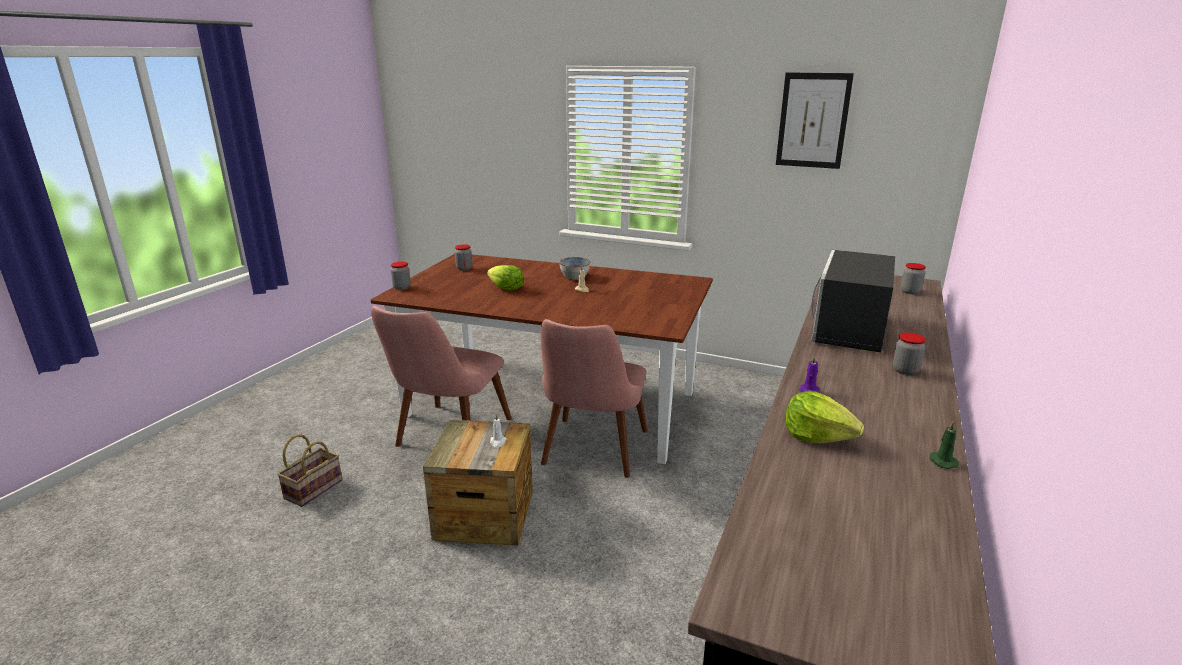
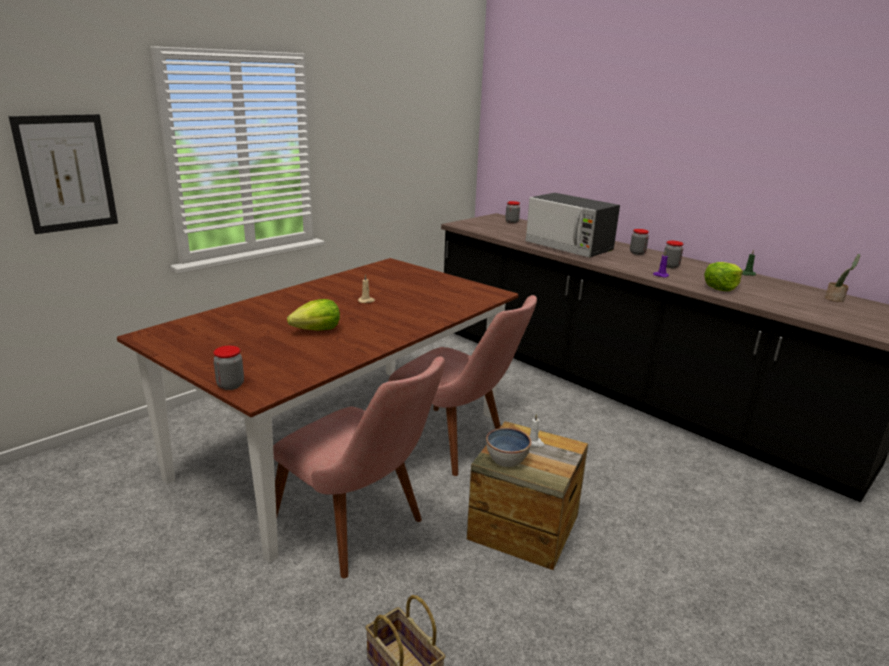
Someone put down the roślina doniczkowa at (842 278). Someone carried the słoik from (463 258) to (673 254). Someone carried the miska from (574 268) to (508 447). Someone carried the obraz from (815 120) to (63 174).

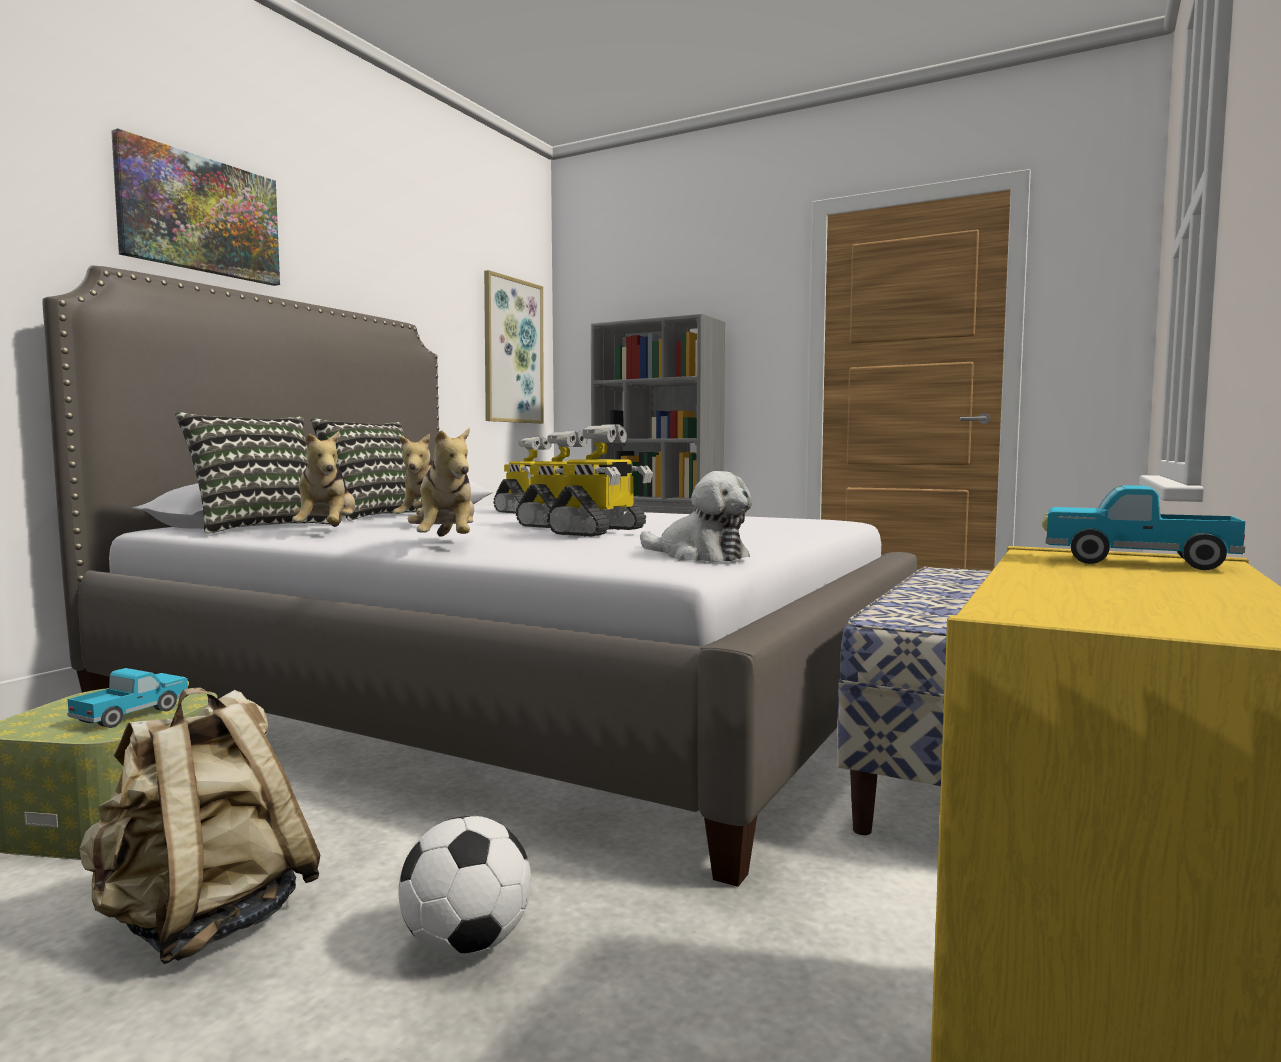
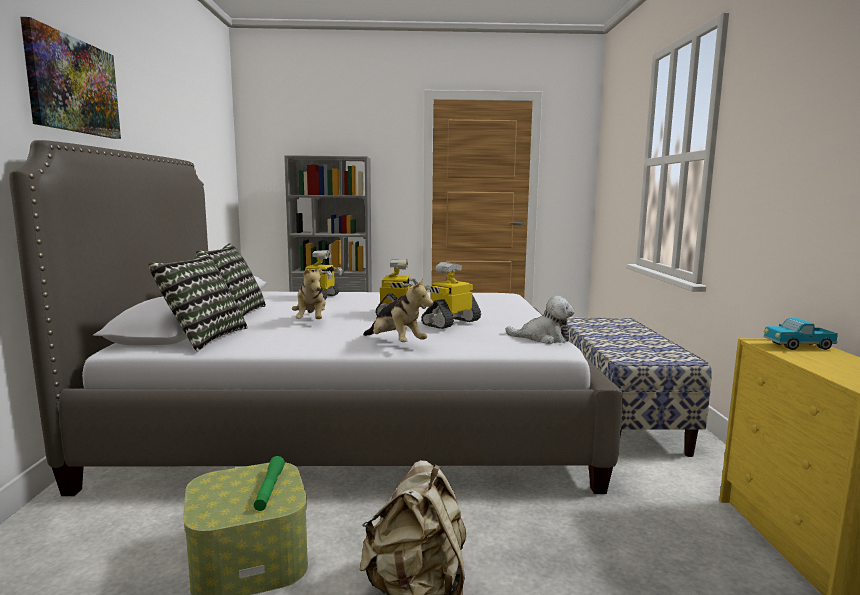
Someone took away the pluszak at (323 479). Someone took away the piłka futbolowa at (465 886). Someone took away the obraz at (514 347). Someone swapped the ciężarówka zabawkowa at (128 698) for the latarka/zielony at (269 483). Someone rotated the robot zabawkowy at (600 480) by 135 degrees counterclockwise.

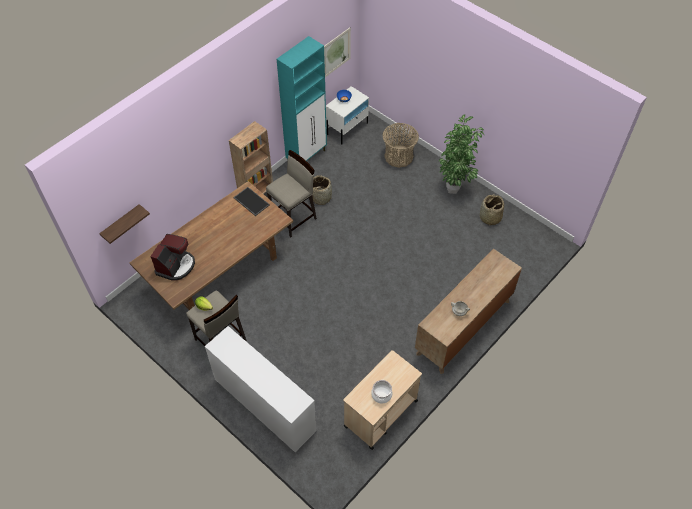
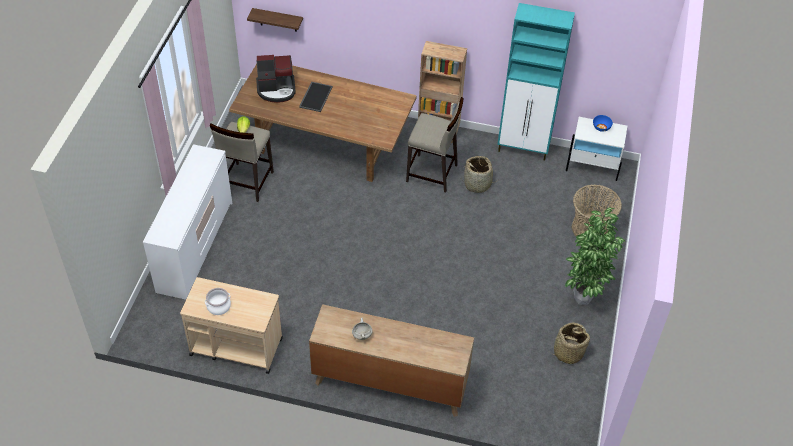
Someone took away the obraz at (337 52). Someone carried the taca from (251 201) to (316 97).

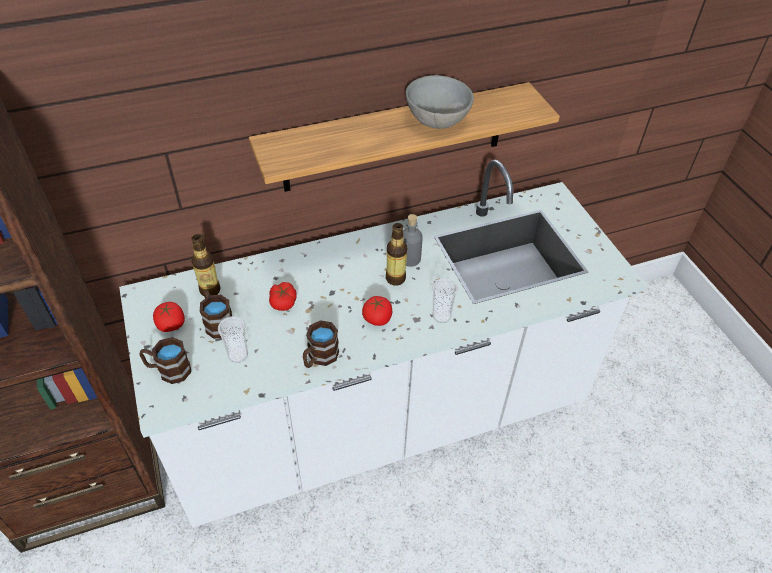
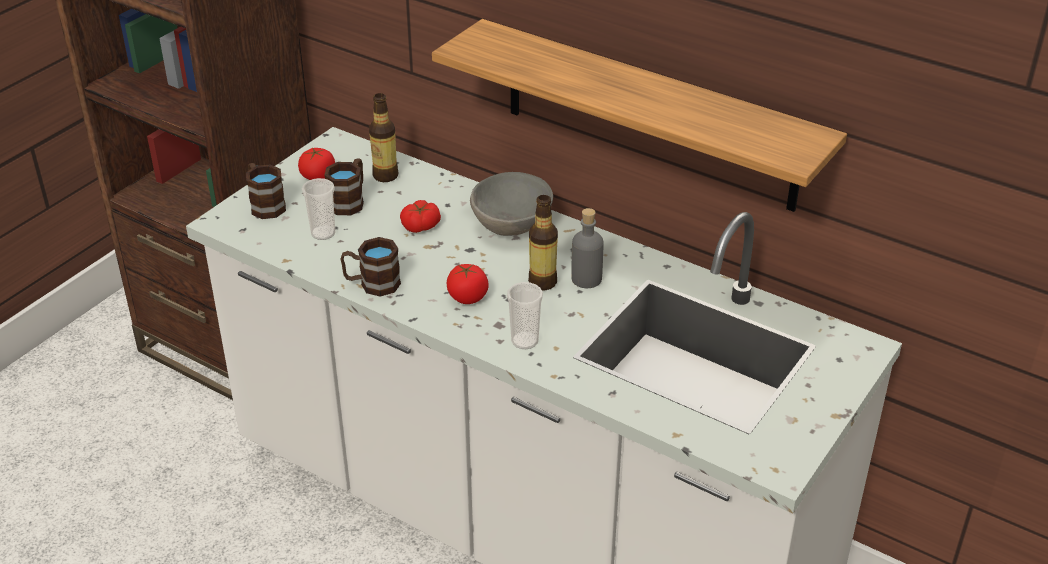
Someone carried the miska/szary from (440 102) to (511 204).

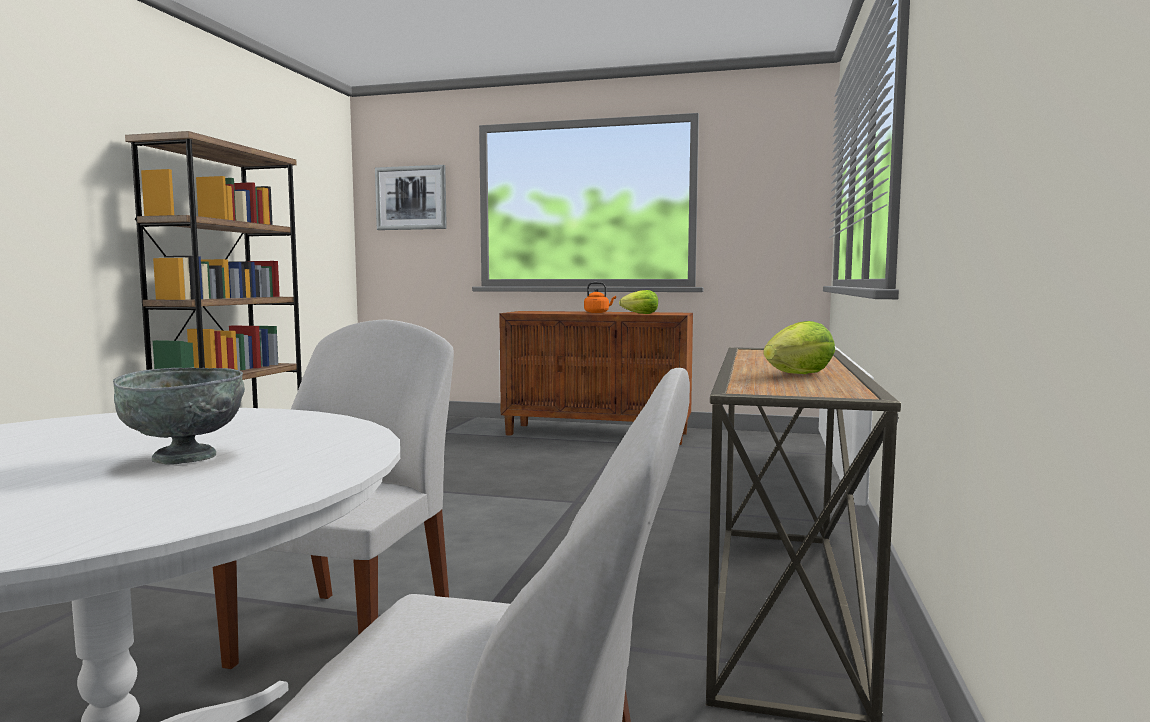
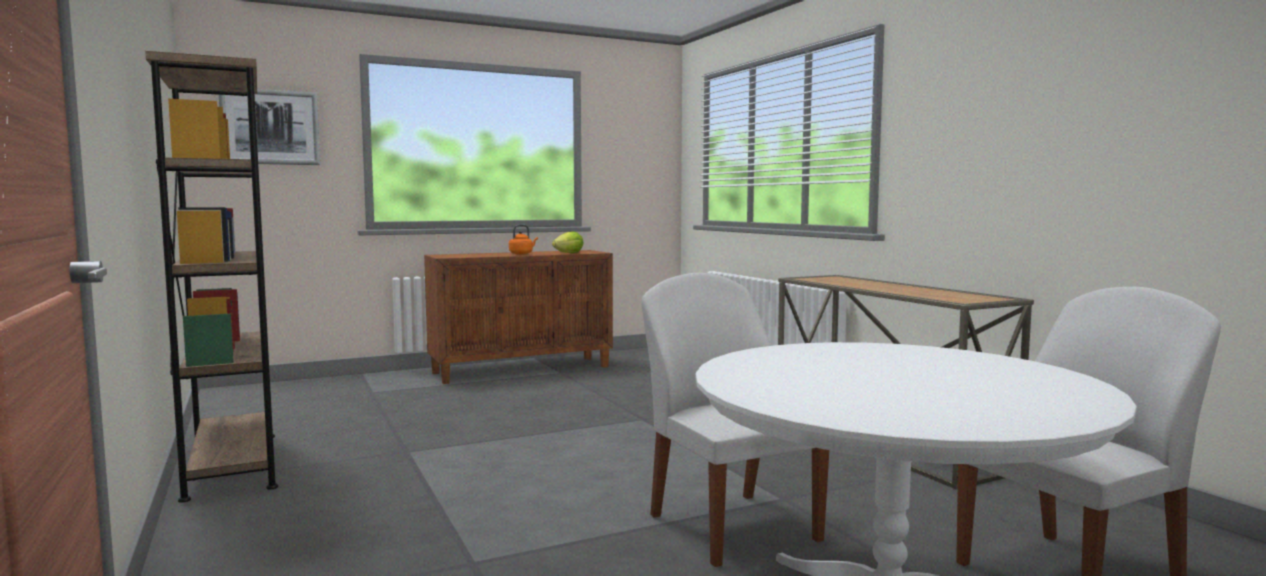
Someone took away the miska/szary at (179 416). Someone took away the sałata at (799 347).

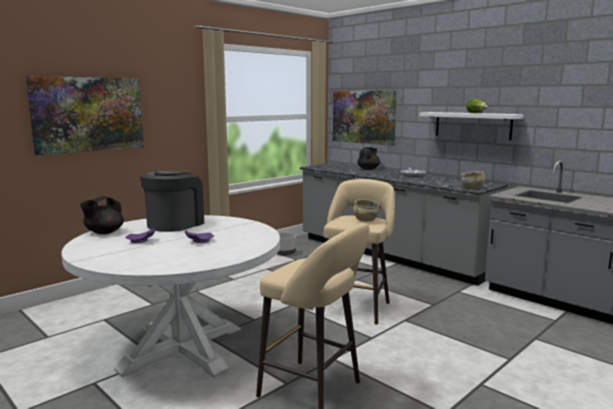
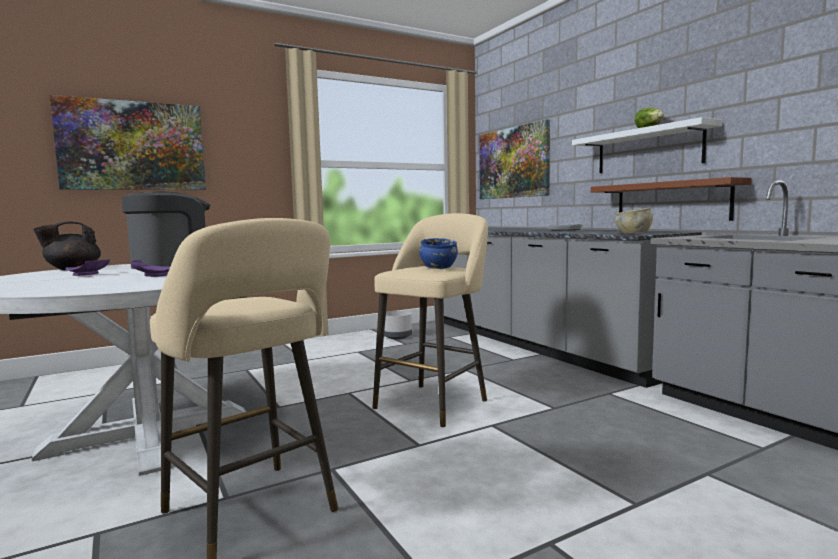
Someone took away the imbryk/czarny at (368 158). Someone put up the półka/brązowy at (671 199). Someone repainted the miska/beżowy at (366 210), which became the miska/niebieski at (438 253).

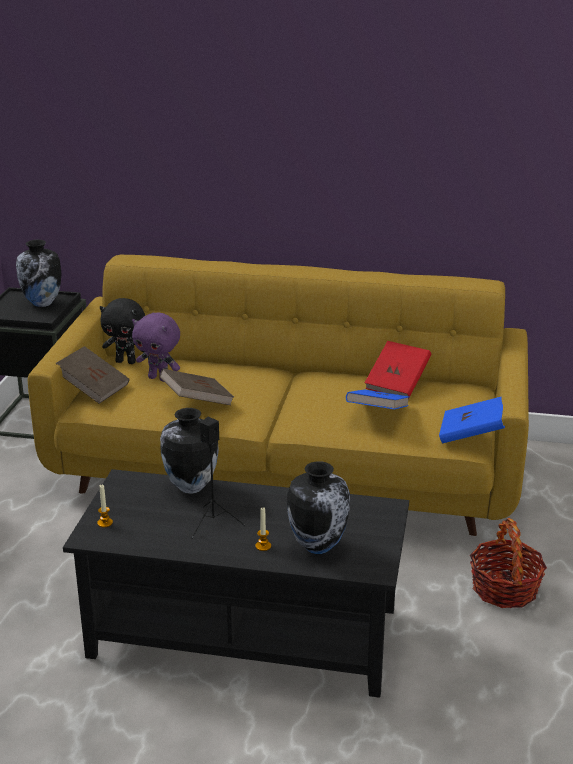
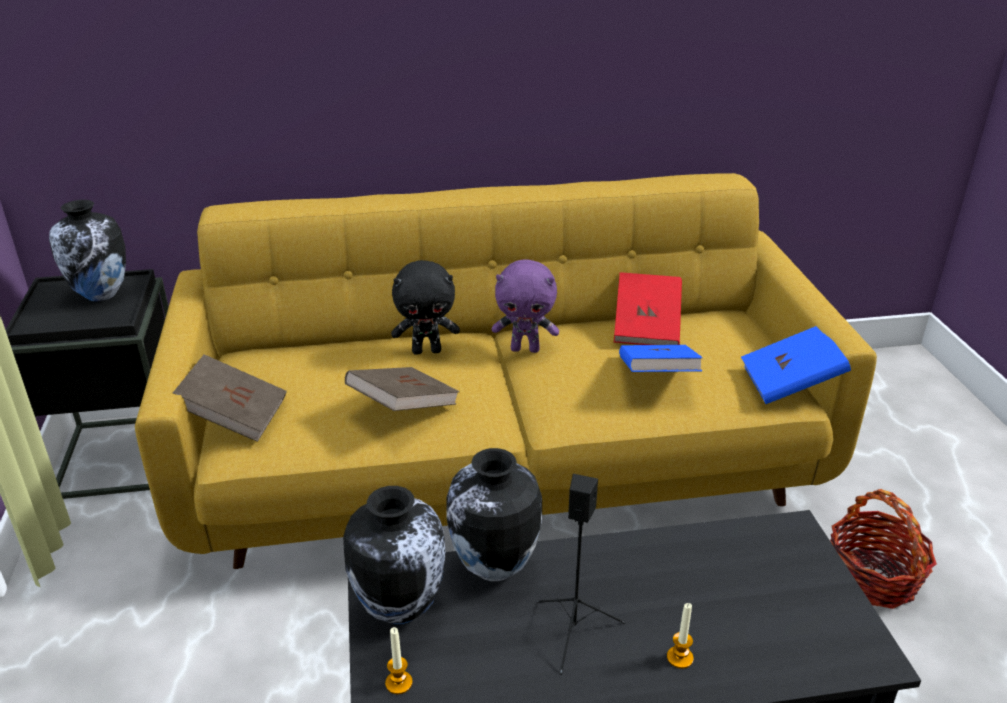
Someone carried the pluszak/czarny from (122 331) to (425 307). Someone carried the pluszak/fioletowy from (156 347) to (525 306). Someone carried the wazon from (318 507) to (394 555).

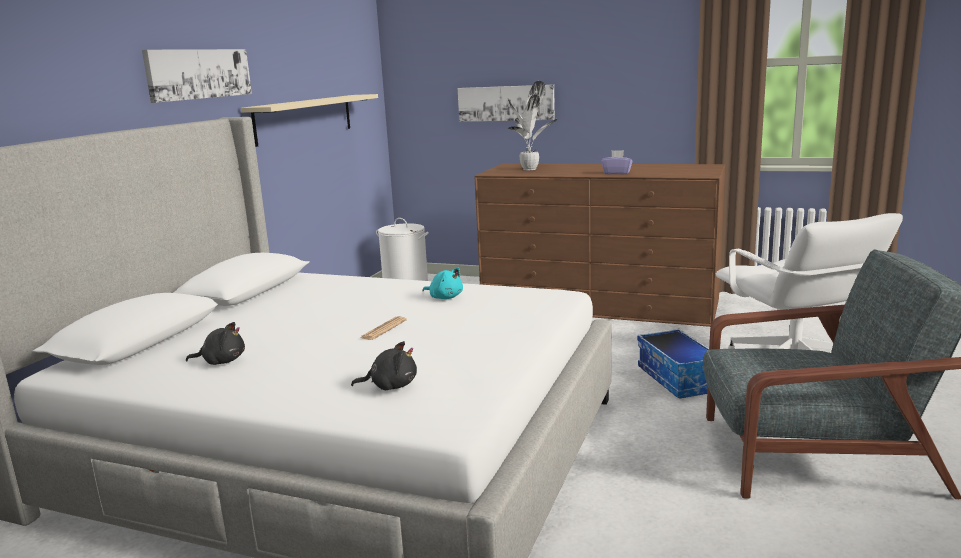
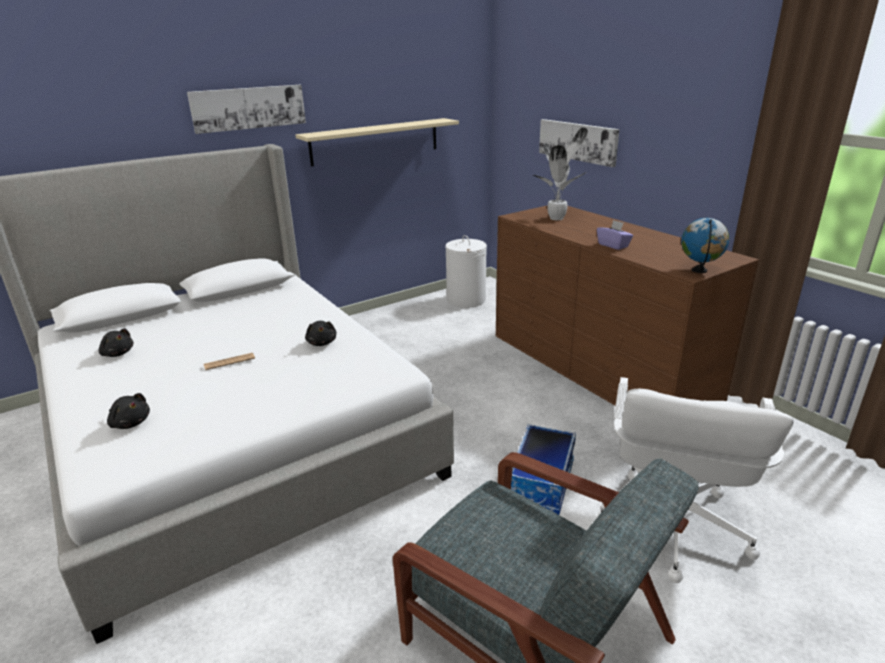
Someone put down the globus at (705 245). Someone repainted the pluszak/turkusowy at (442 283), which became the pluszak/czarny at (320 333).

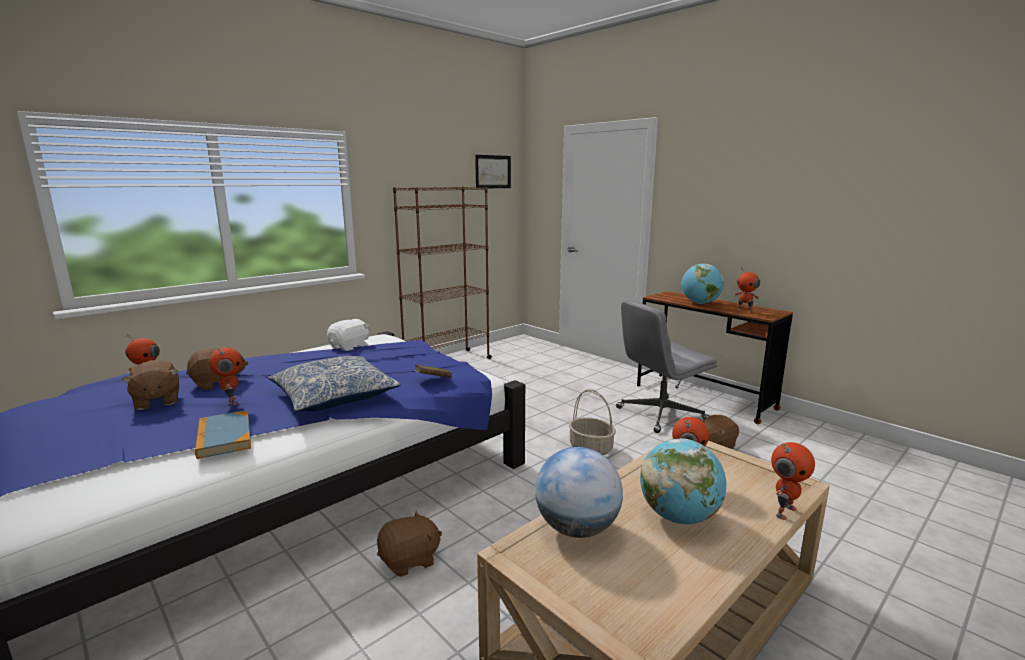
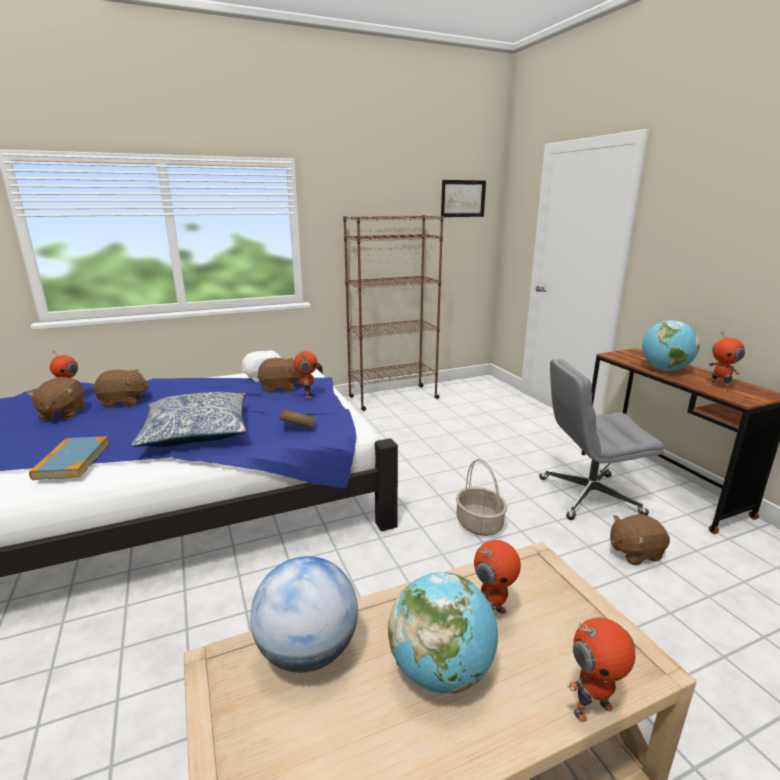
Someone carried the robot zabawkowy from (225 376) to (306 375). Someone carried the pluszak/brązowy from (409 543) to (279 375).

